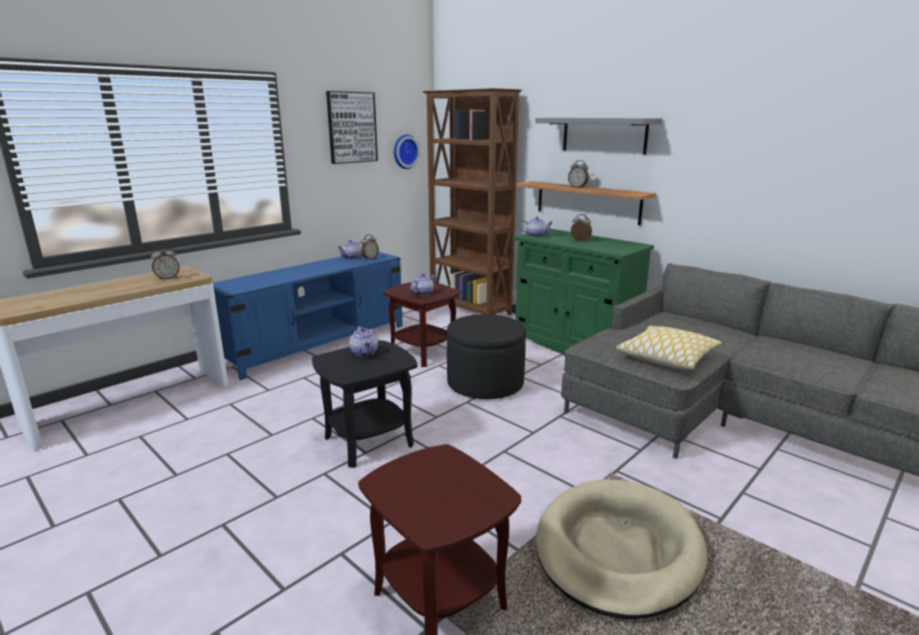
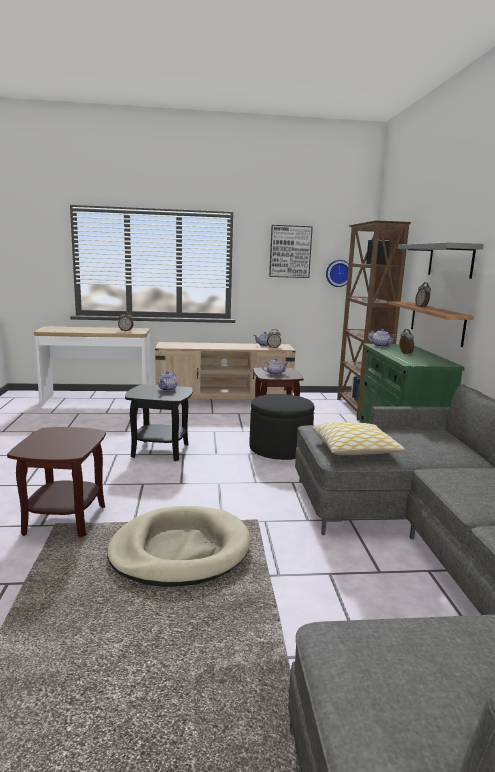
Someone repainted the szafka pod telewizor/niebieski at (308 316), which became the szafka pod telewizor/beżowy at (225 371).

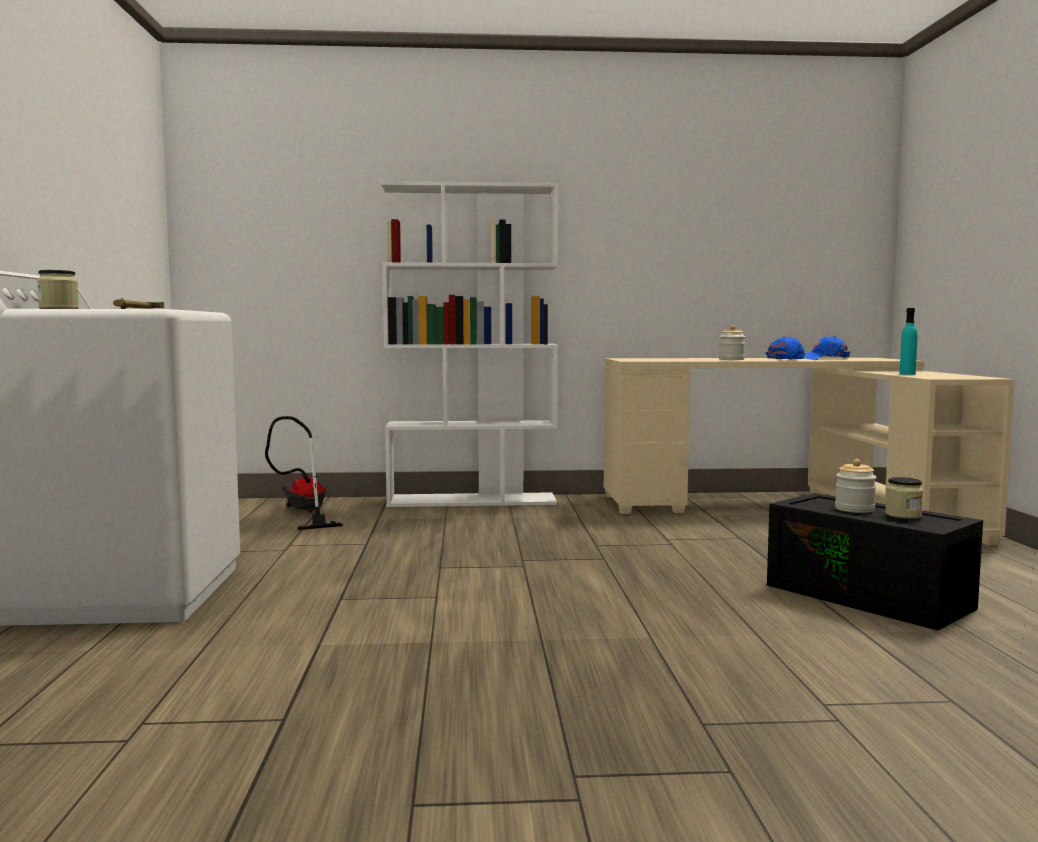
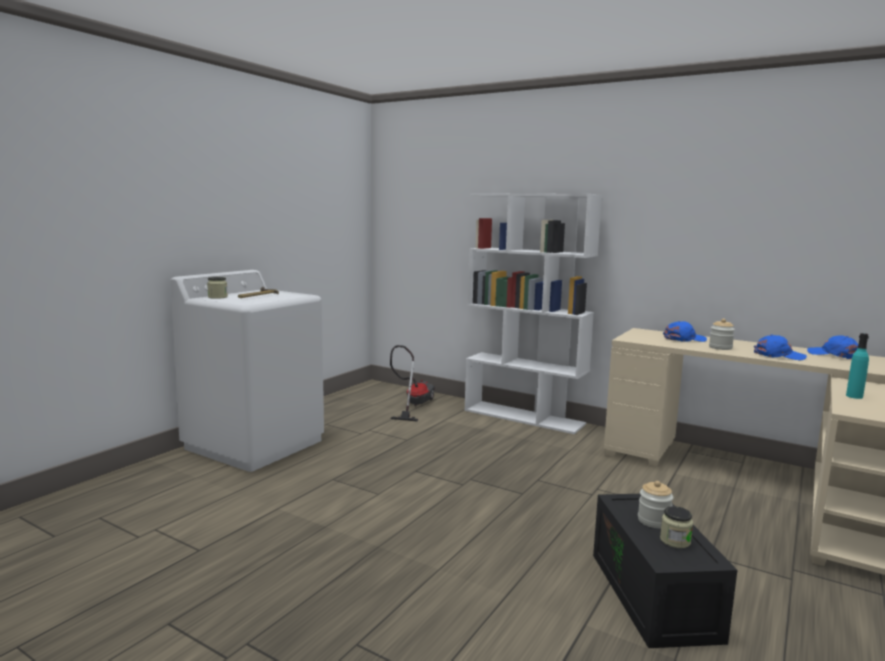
Someone put down the czapka z daszkiem/niebieski at (685 331).

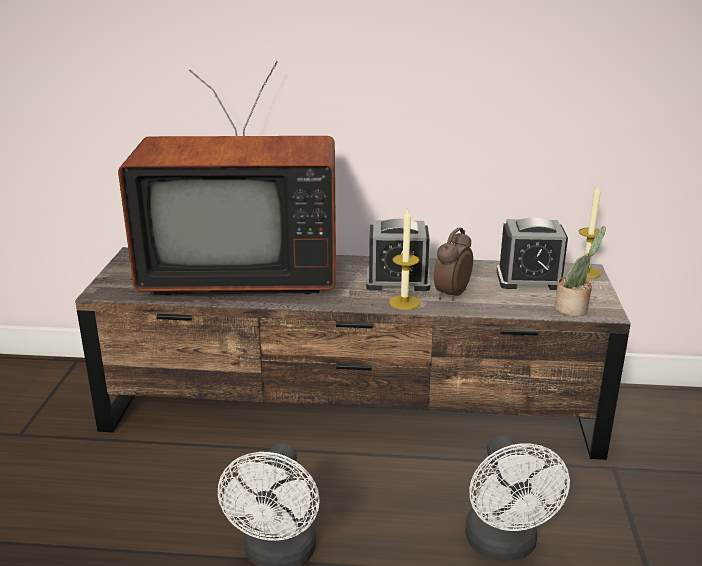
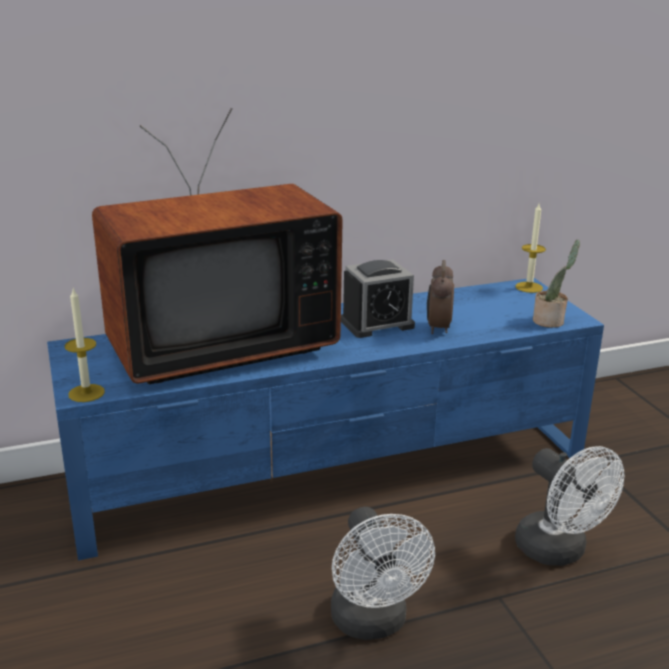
Someone took away the budzik at (532 254). Someone carried the świeca from (404 259) to (85 345). Someone repainted the szafka pod telewizor/brązowy at (353 353), which became the szafka pod telewizor/niebieski at (325 419).

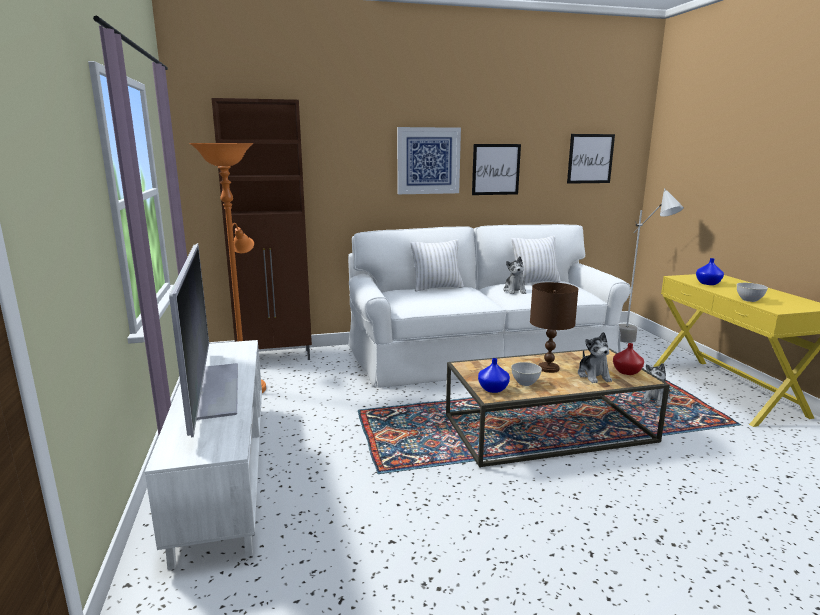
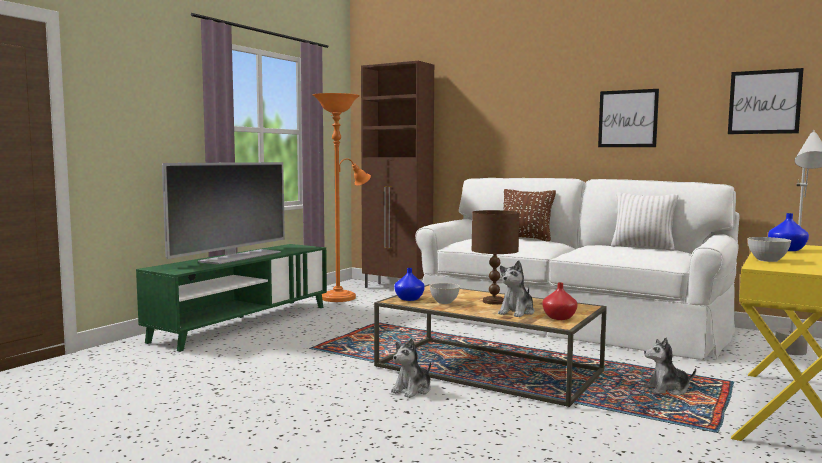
Someone took away the obraz at (429 160). Someone carried the pluszak from (514 275) to (411 368). Someone repainted the szafka pod telewizor/biały at (203 455), which became the szafka pod telewizor/zielony at (231 298). Someone repainted the poduszka/biały at (437 265), which became the poduszka/brązowy at (529 215).

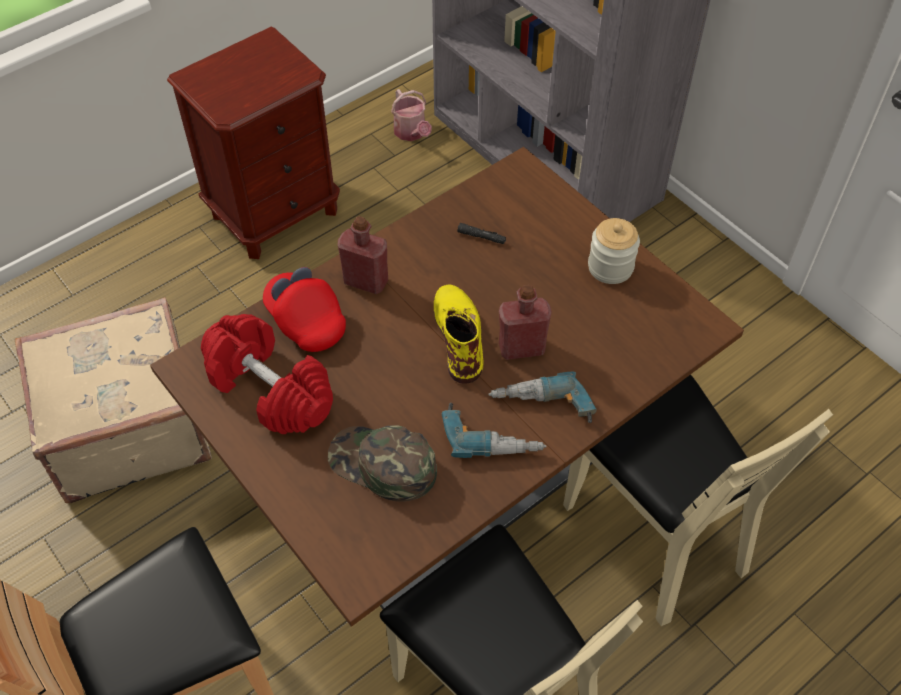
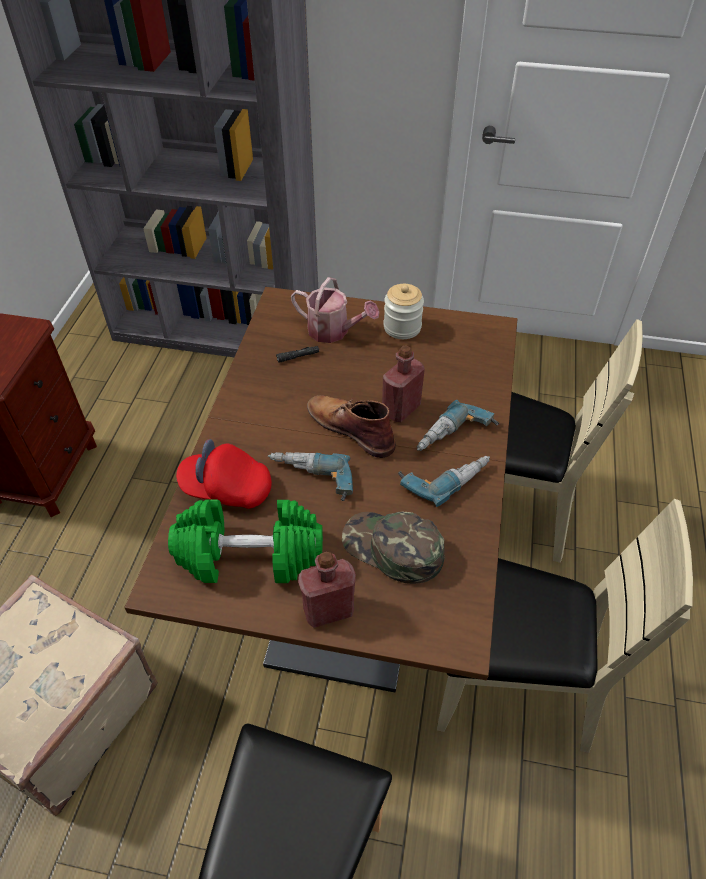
Someone put down the wiertarka at (310 476). Someone carried the butelka/czerwony from (363 255) to (327 590). Someone carried the konewka from (411 115) to (335 310). Someone repainted the hantel/czerwony at (267 374), which became the hantel/zielony at (245 541). Someone repainted the but z cholewką/żółty at (458 334), which became the but z cholewką/brązowy at (351 426). Someone rotated the czapka z daszkiem/zielony at (382 463) by 45 degrees clockwise.

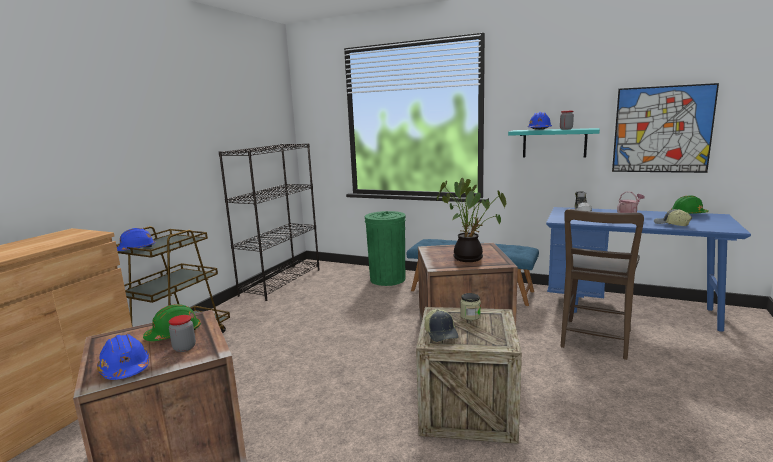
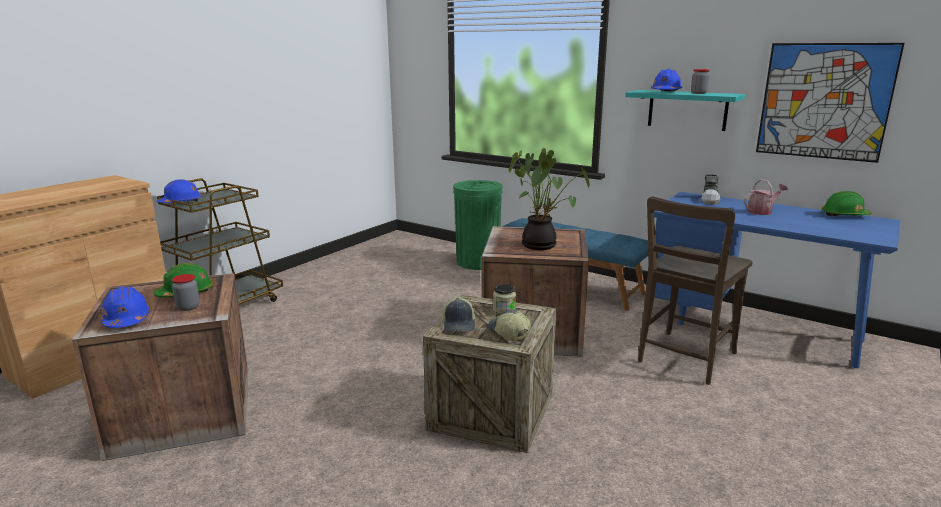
Someone took away the regał/czarny at (269 222). Someone carried the czapka z daszkiem from (673 217) to (509 325).

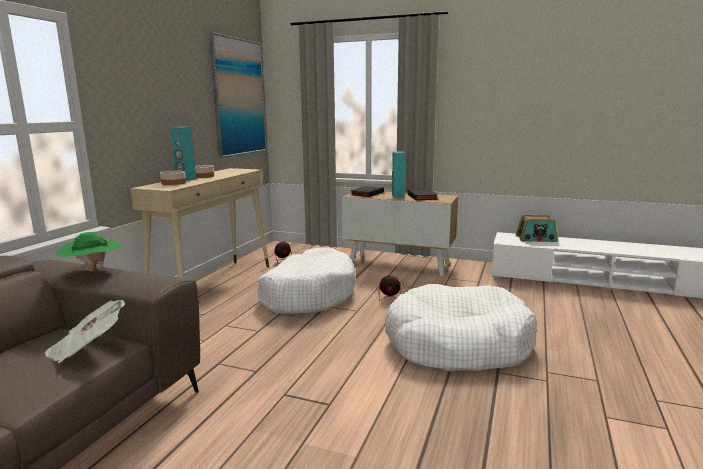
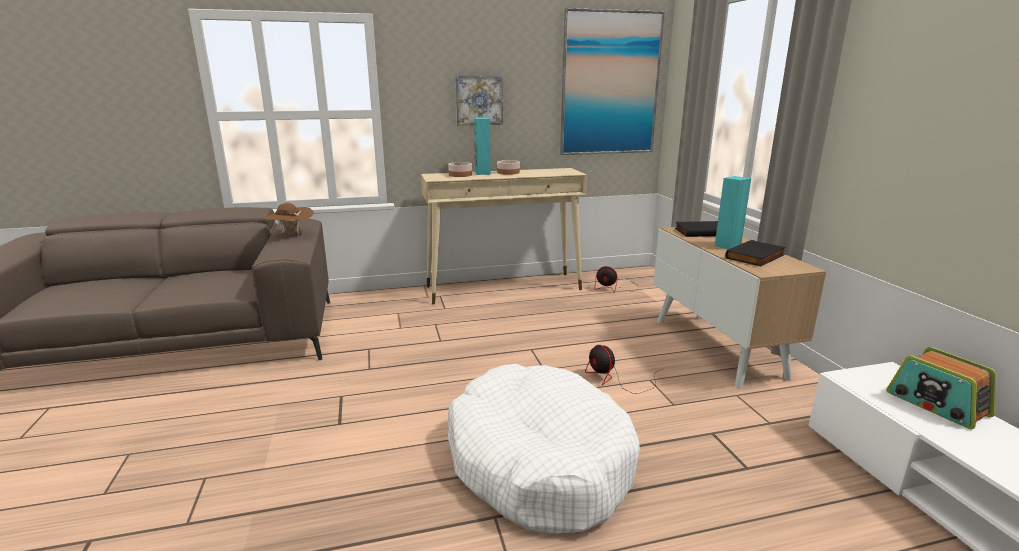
Someone took away the gazeta at (85 331). Someone took away the legowisko/biały at (306 281). Someone put up the obraz at (479 101). Someone repainted the kapelusz/zielony at (89 252), which became the kapelusz/brązowy at (287 219).

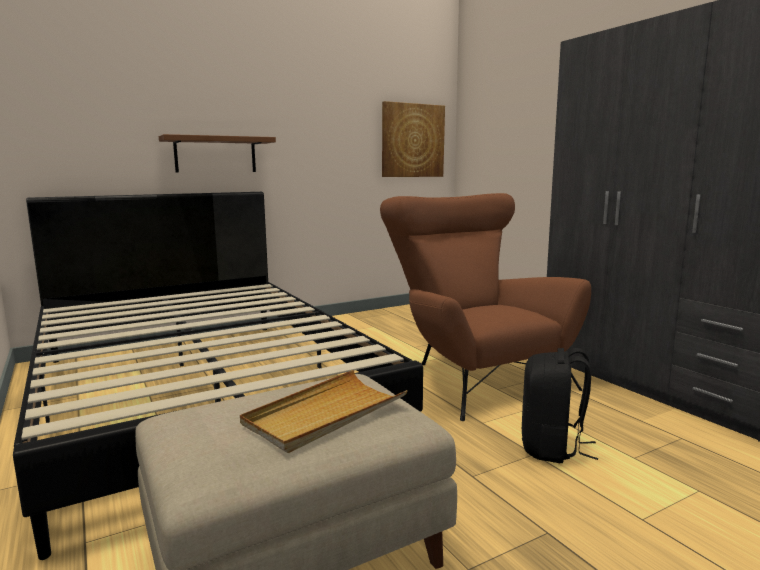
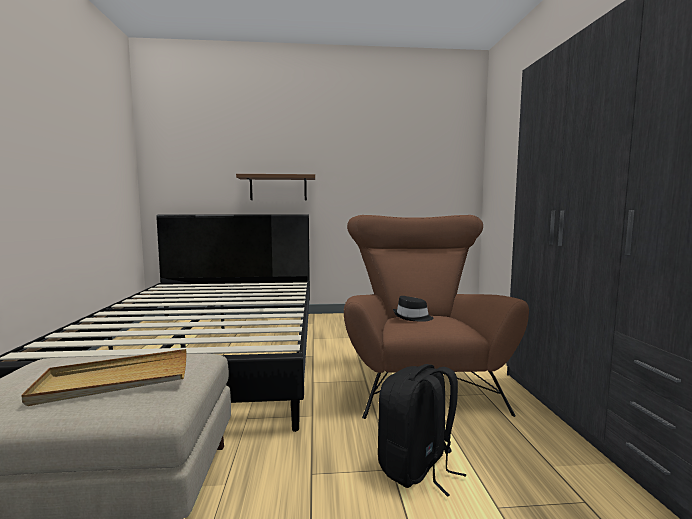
Someone took away the obraz at (413 139). Someone put down the kapelusz/czarny at (413 309).

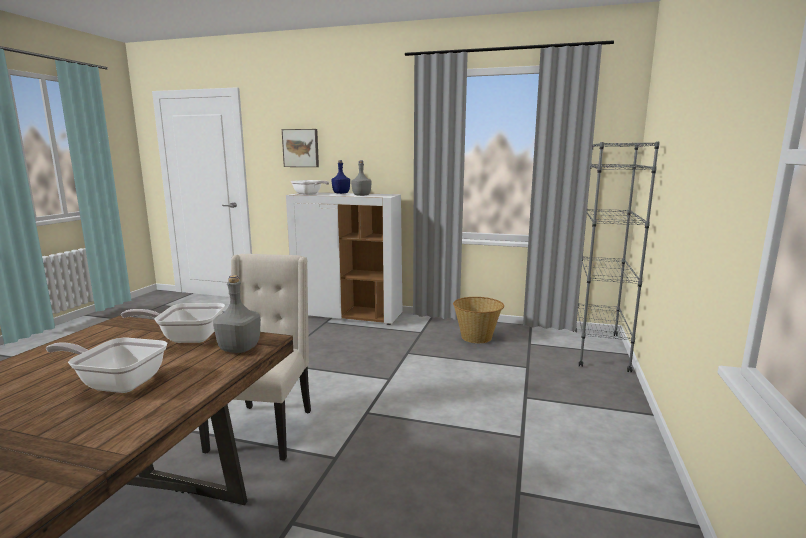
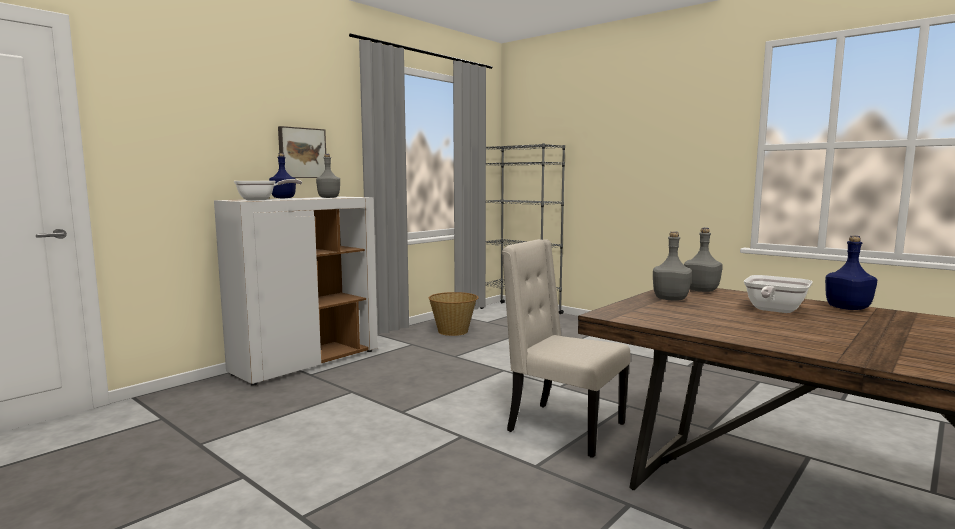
Someone put down the butelka/niebieski at (851 273). Someone carried the obraz from (300 148) to (302 152). Someone swapped the patelnia at (173 323) for the butelka/szary at (672 266).

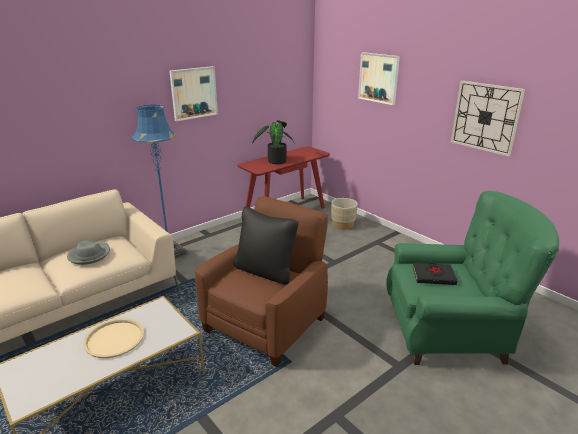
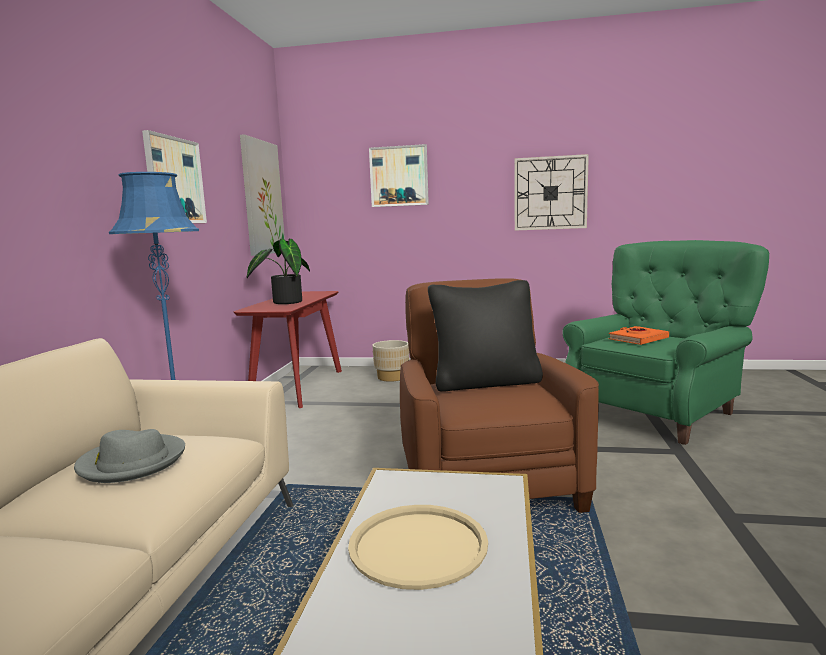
Someone put up the obraz at (262 195). Someone repainted the książka/czarny at (435 273), which became the książka/pomarańczowy at (638 335).

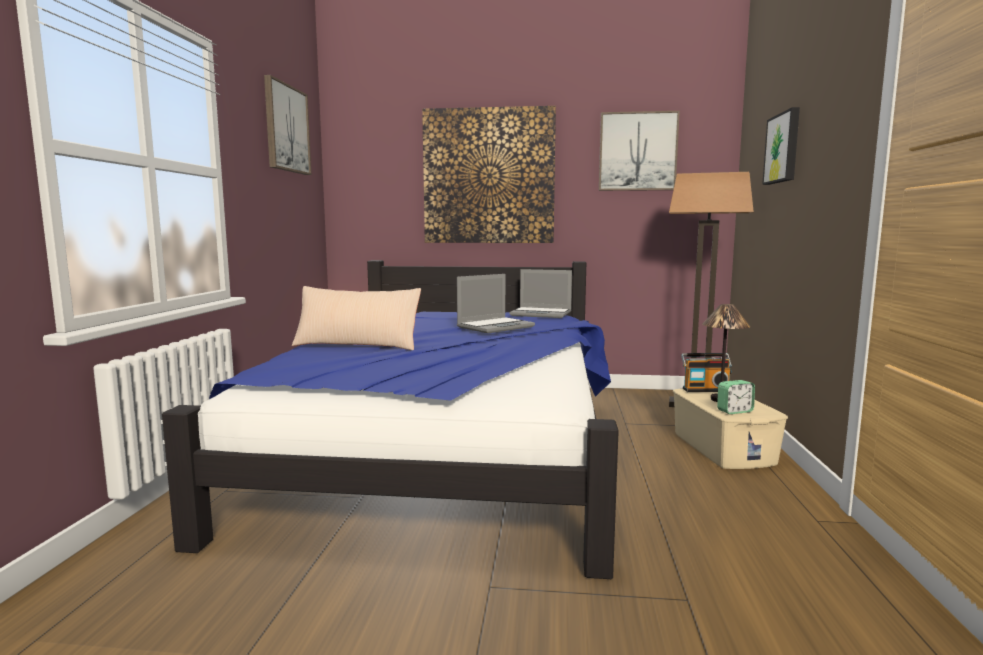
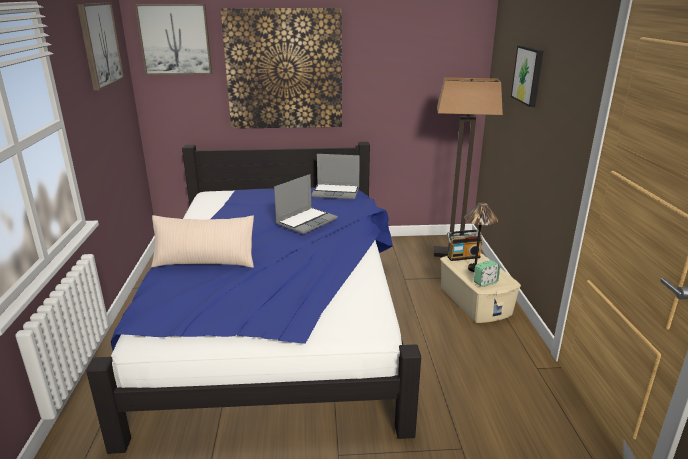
Someone carried the obraz from (639 151) to (173 39).

